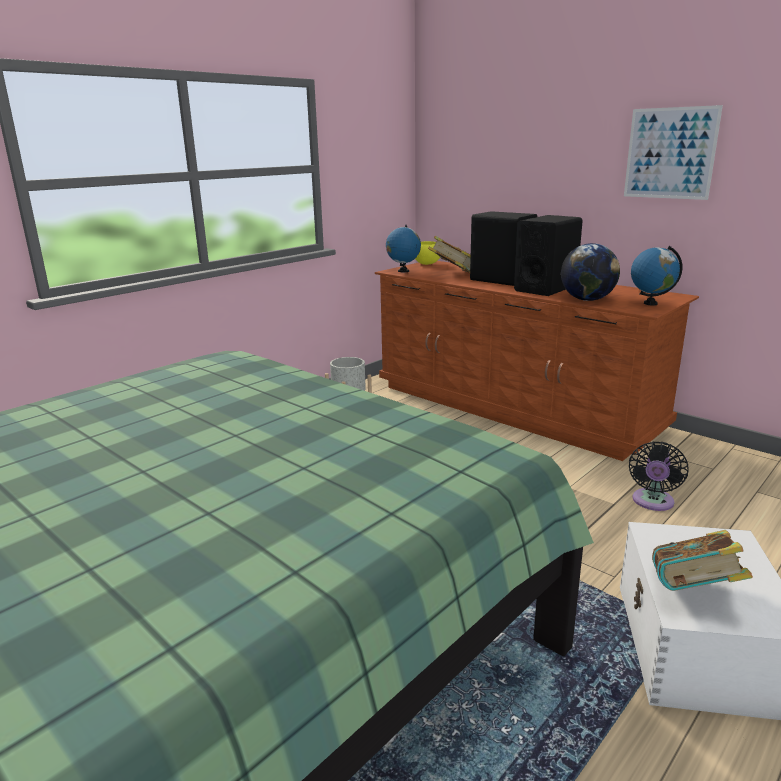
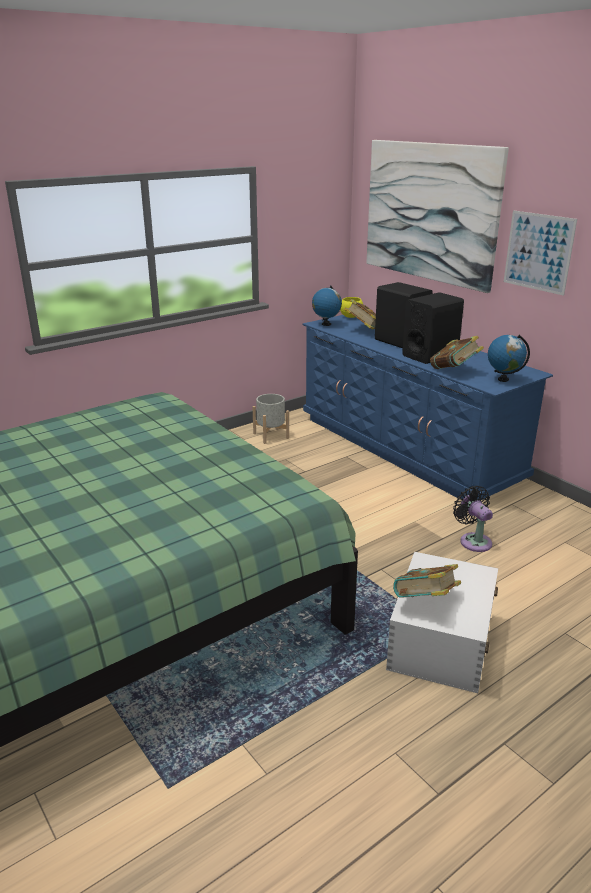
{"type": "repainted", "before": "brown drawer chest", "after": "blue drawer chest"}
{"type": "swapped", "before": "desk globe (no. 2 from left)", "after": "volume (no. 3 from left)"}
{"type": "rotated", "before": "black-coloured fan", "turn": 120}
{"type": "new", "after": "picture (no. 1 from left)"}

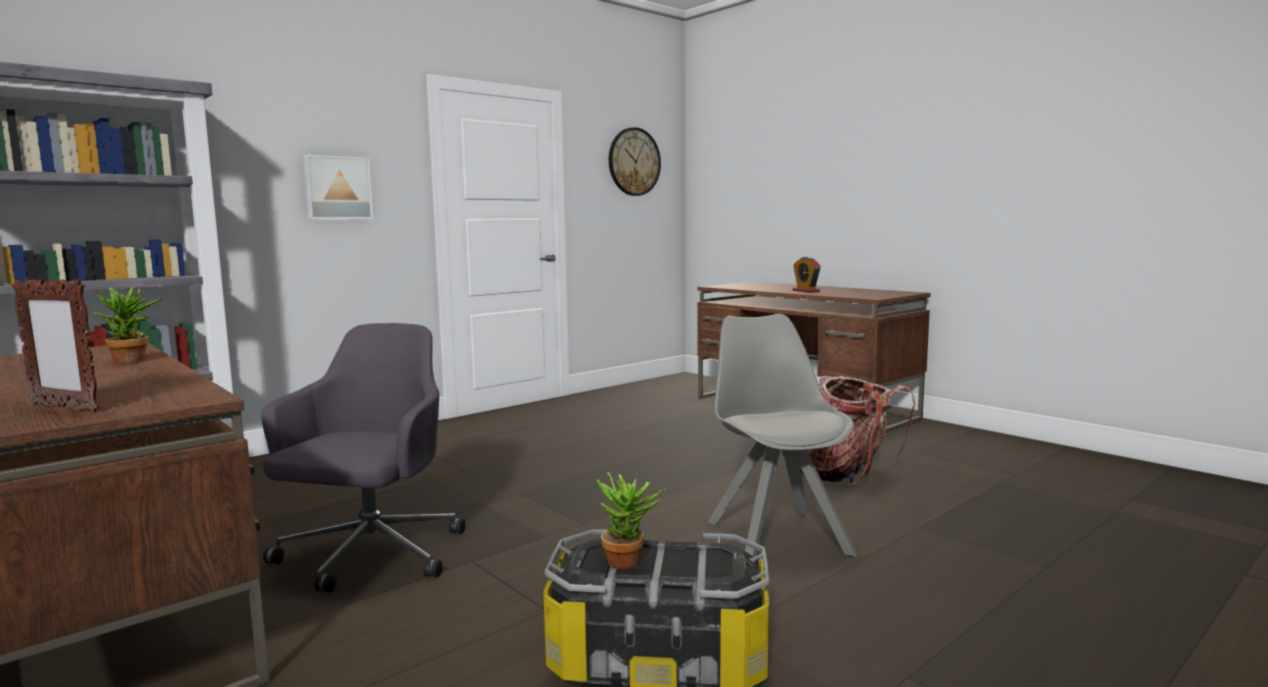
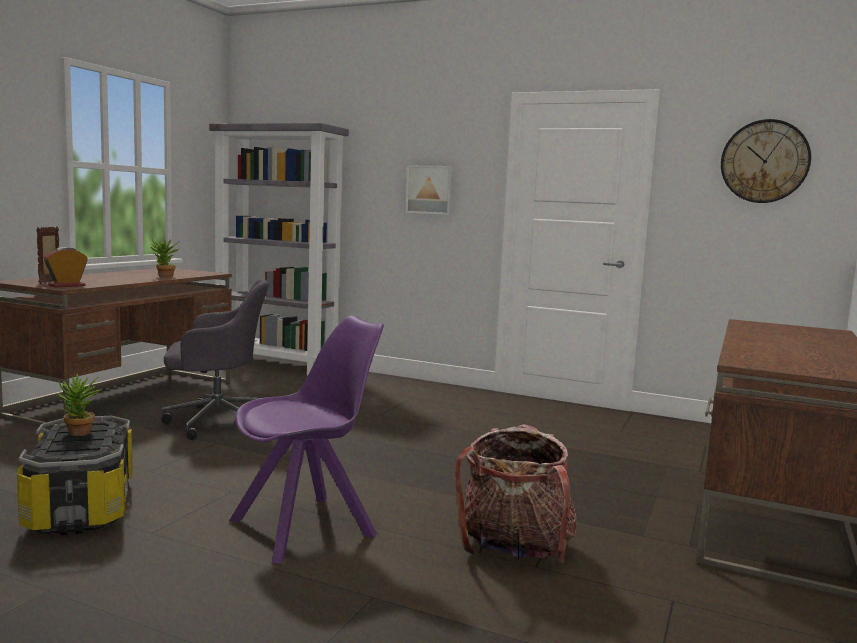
{"type": "repainted", "before": "greyish upright chair", "after": "purplish upright chair"}
{"type": "shifted", "before": "alarm clock"}

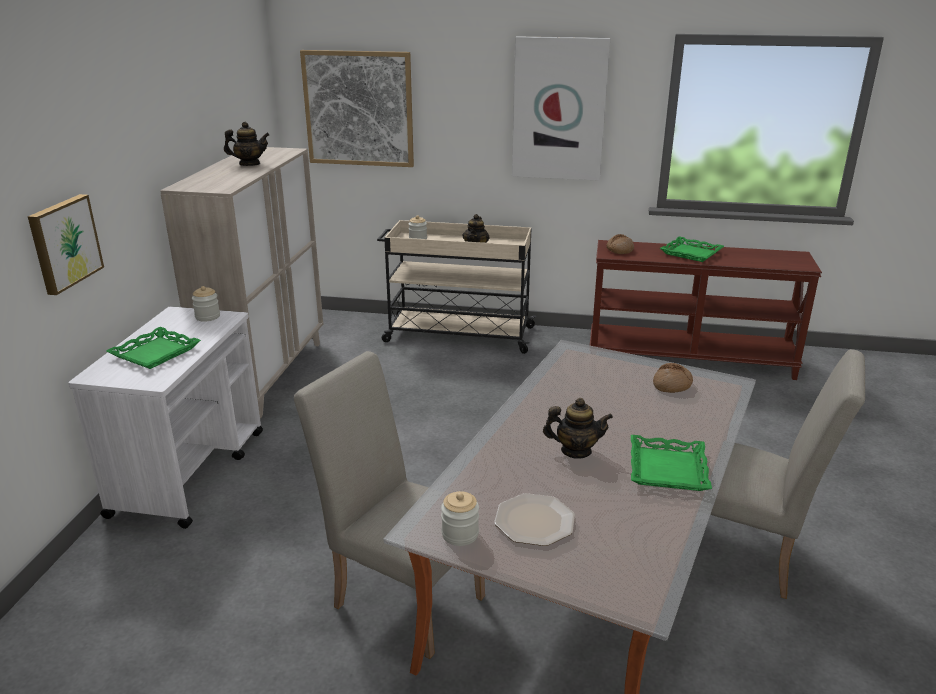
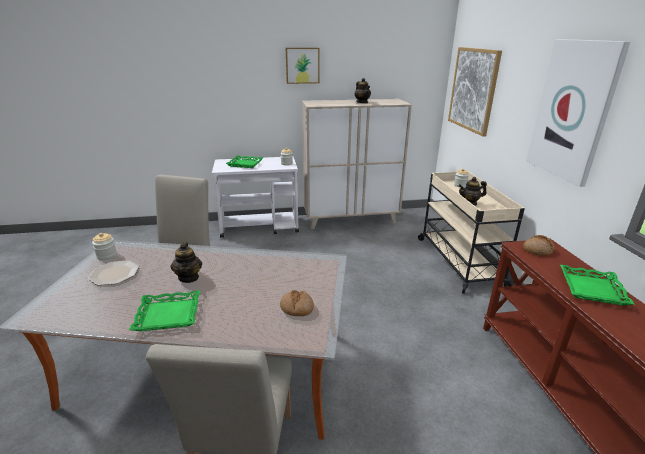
{"type": "shifted", "before": "picture (no. 1 from left)"}

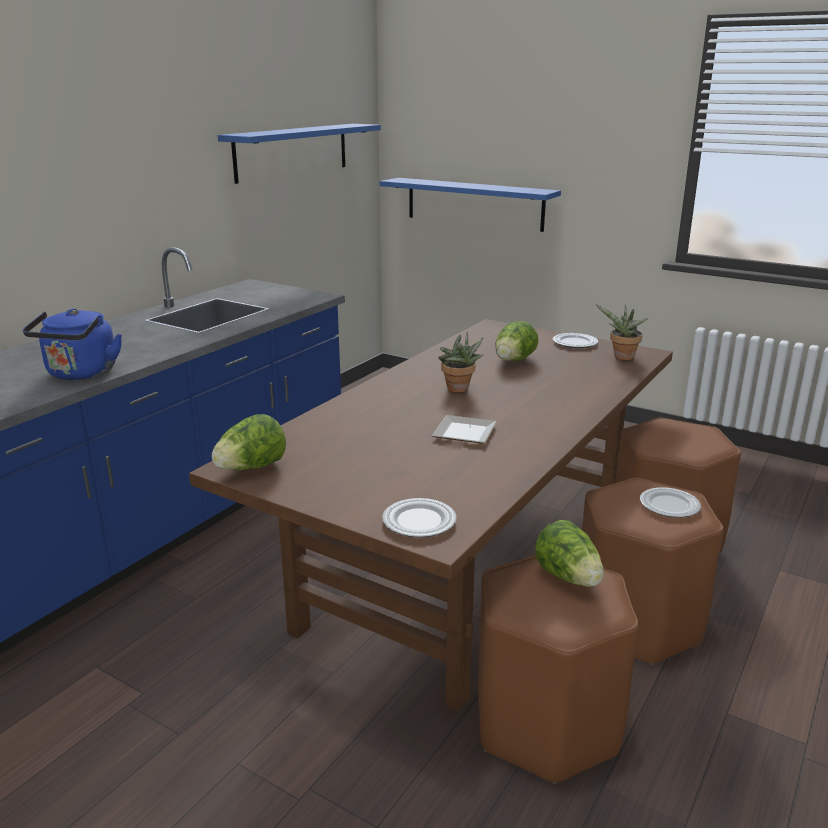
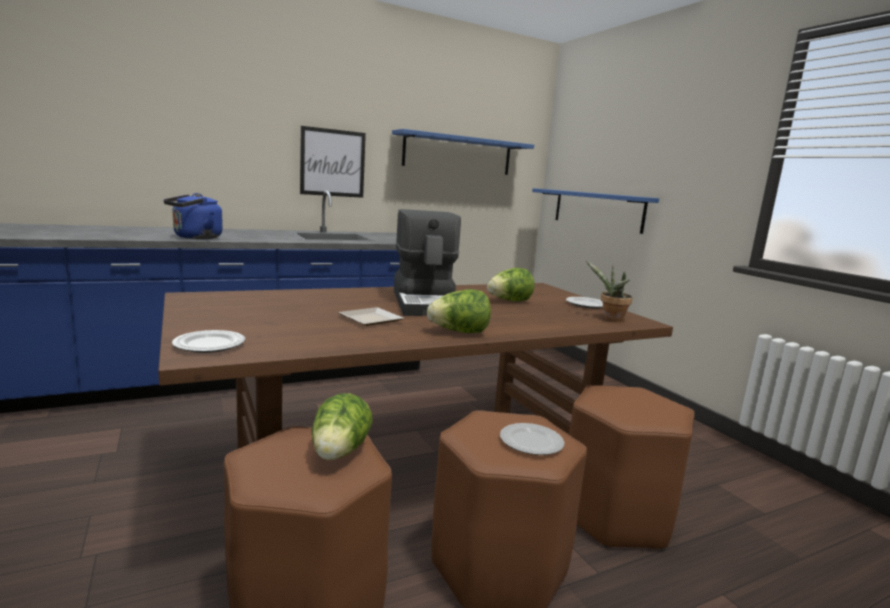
{"type": "shifted", "before": "lettuce head (no. 1 from left in the first image)", "after": "lettuce head (no. 2 from left)"}
{"type": "swapped", "before": "plant in a pot (no. 1 from left)", "after": "coffee maker"}
{"type": "new", "after": "picture"}

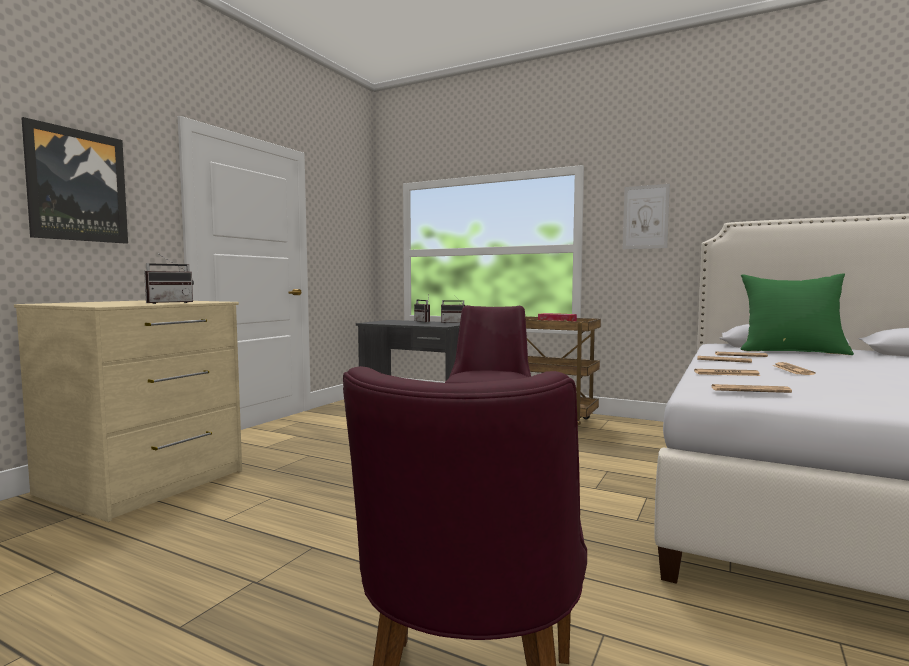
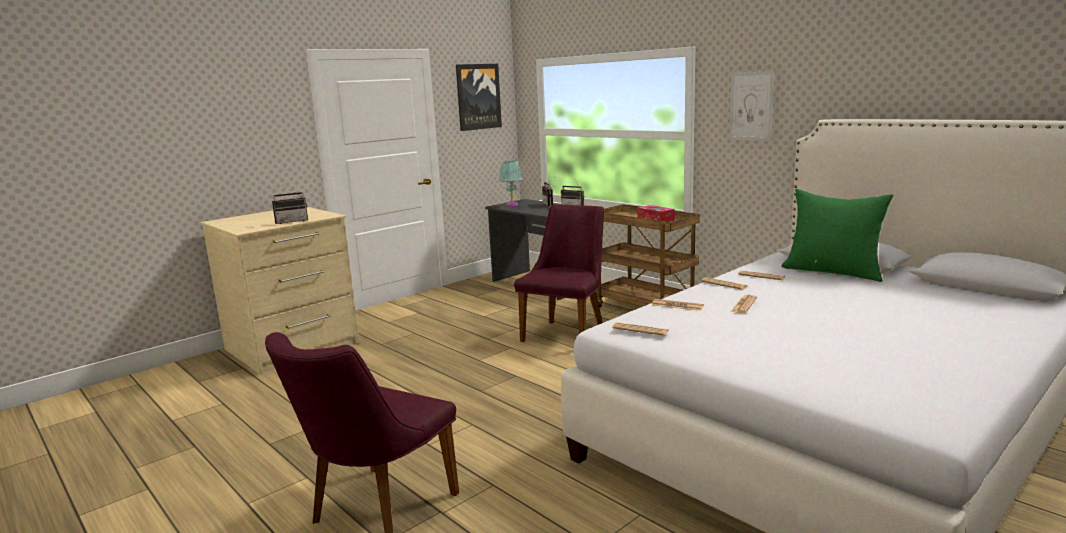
{"type": "shifted", "before": "picture (no. 1 from left)"}
{"type": "new", "after": "blue-green lamp for a table"}

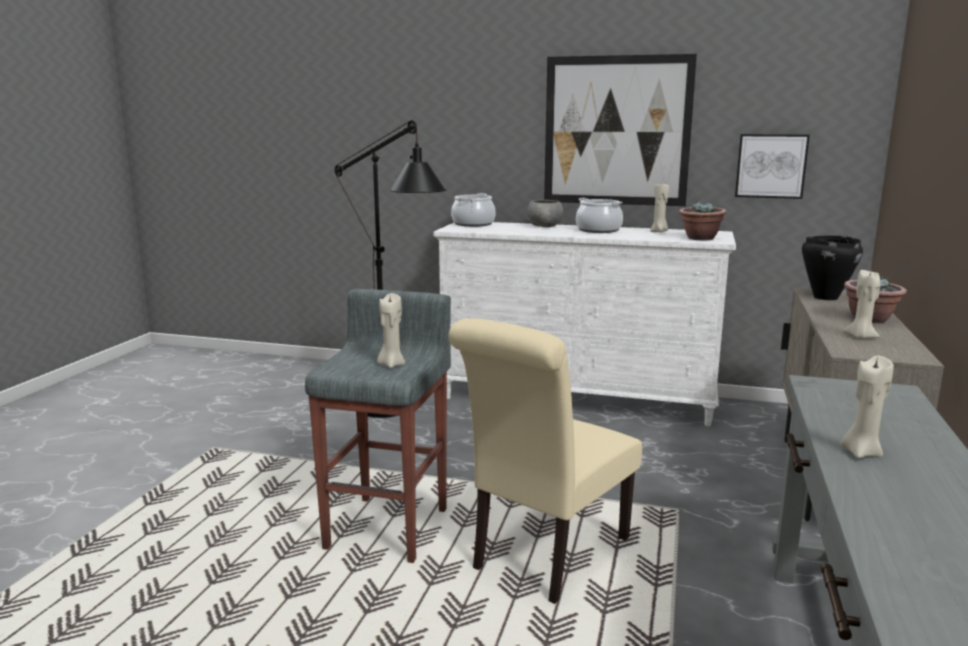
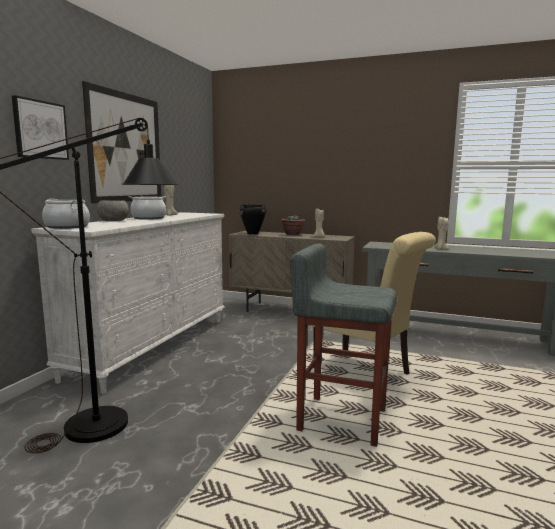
{"type": "gone", "before": "beige-coloured candle (no. 1 from left)"}
{"type": "gone", "before": "plant in a pot (no. 1 from left)"}
{"type": "shifted", "before": "picture (no. 2 from left in the first image)", "after": "picture (no. 1 from left)"}

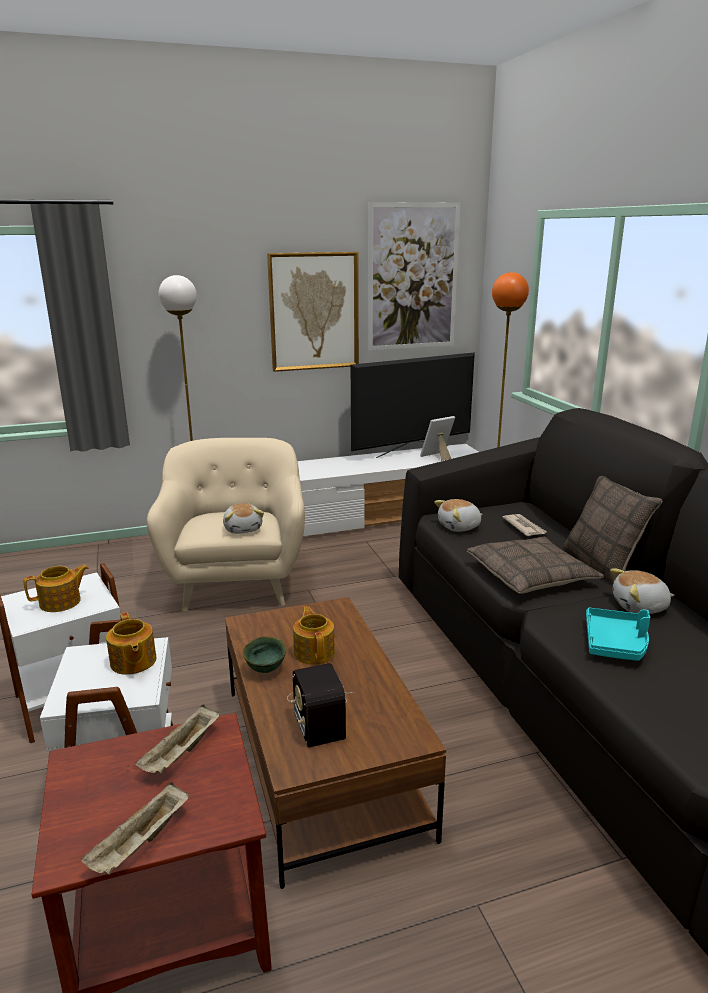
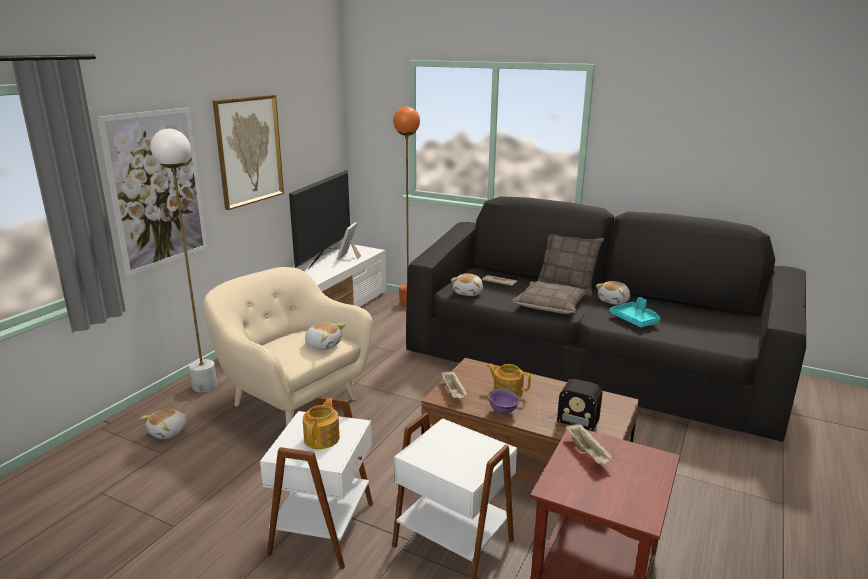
{"type": "shifted", "before": "beige-coloured serving tray (no. 1 from left)"}
{"type": "gone", "before": "tea pot (no. 2 from left)"}
{"type": "repainted", "before": "green serving bowl", "after": "purplish serving bowl"}
{"type": "shifted", "before": "picture (no. 2 from left in the first image)", "after": "picture (no. 1 from left)"}
{"type": "new", "after": "soft toy (no. 1 from left)"}

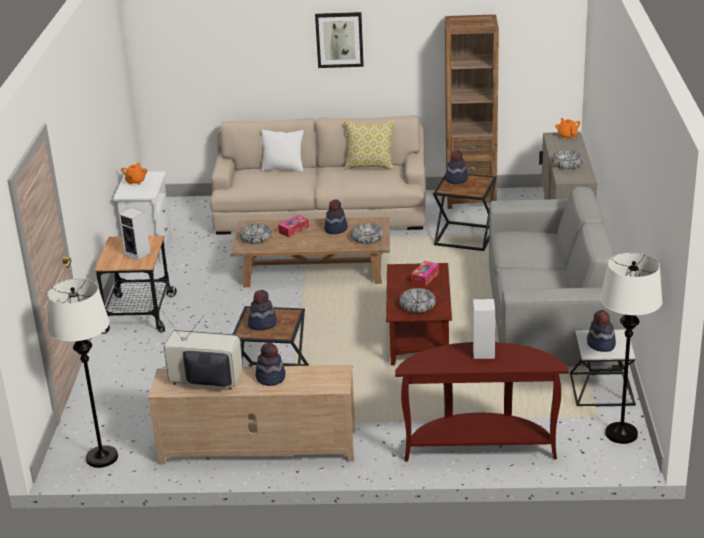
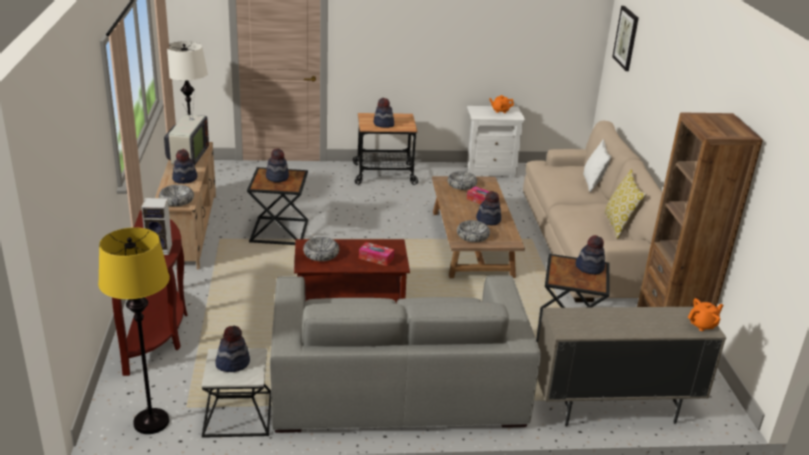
{"type": "swapped", "before": "audio speaker (no. 1 from left)", "after": "wearable hat (no. 4 from left)"}
{"type": "shifted", "before": "picture"}
{"type": "shifted", "before": "serving bowl (no. 4 from left in the first image)", "after": "serving bowl (no. 1 from left)"}
{"type": "repainted", "before": "white floor lamp (no. 2 from left)", "after": "yellowish floor lamp"}

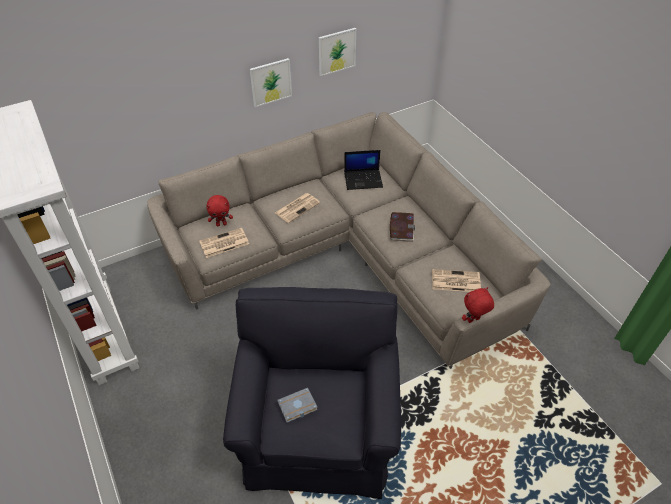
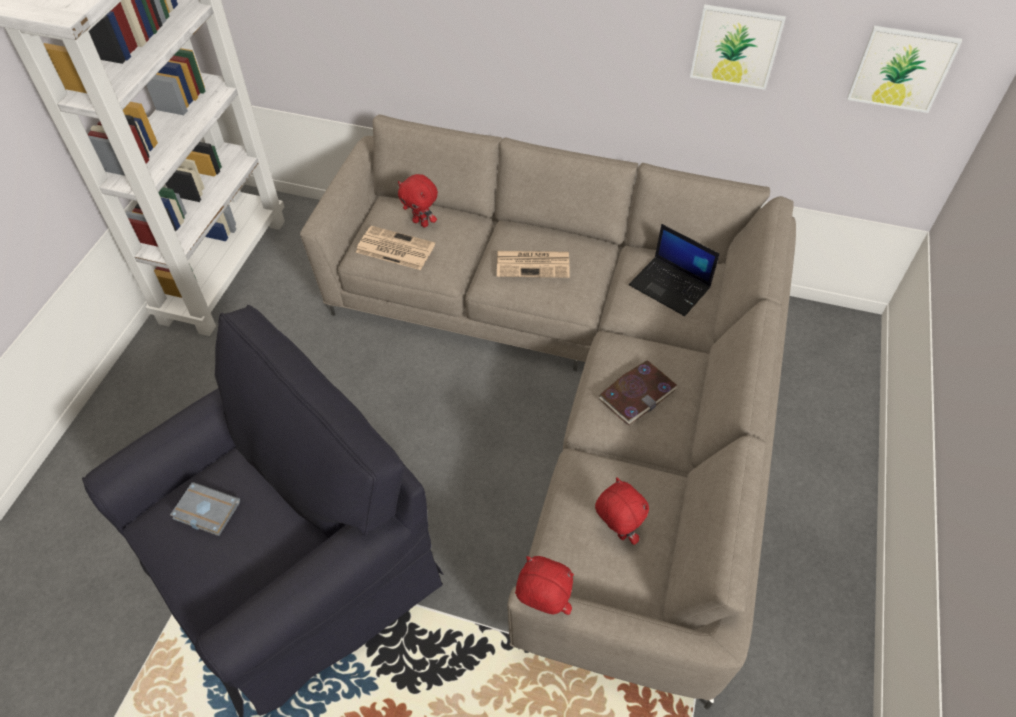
{"type": "shifted", "before": "picture (no. 1 from left in the first image)", "after": "picture (no. 2 from left)"}
{"type": "swapped", "before": "newspaper (no. 3 from left)", "after": "red-coloured soft toy (no. 3 from left)"}

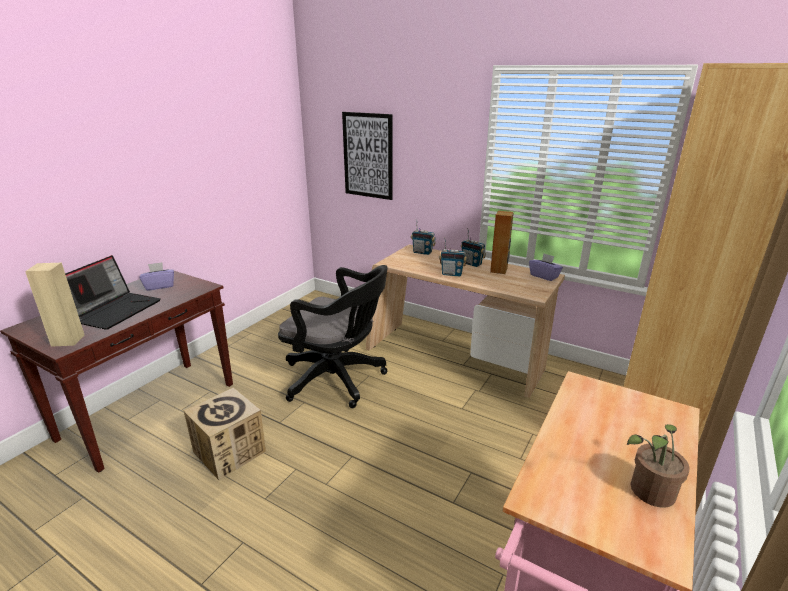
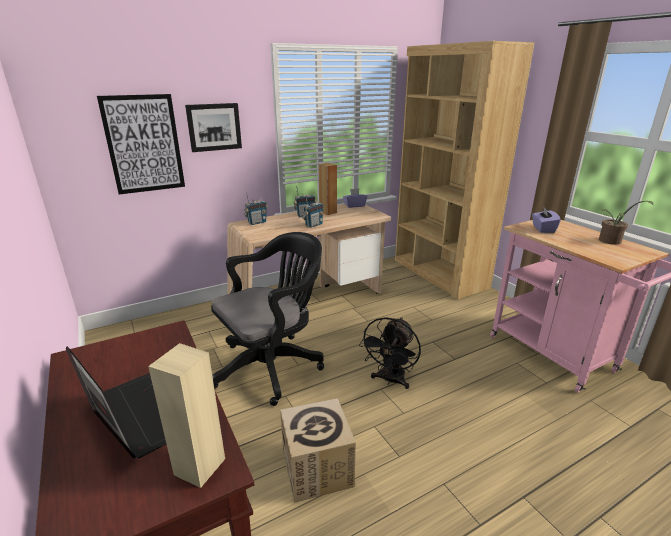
{"type": "shifted", "before": "purplish tissue holder (no. 1 from left in the first image)", "after": "purplish tissue holder (no. 2 from left)"}
{"type": "new", "after": "picture (no. 2 from left)"}
{"type": "new", "after": "black-coloured fan"}

